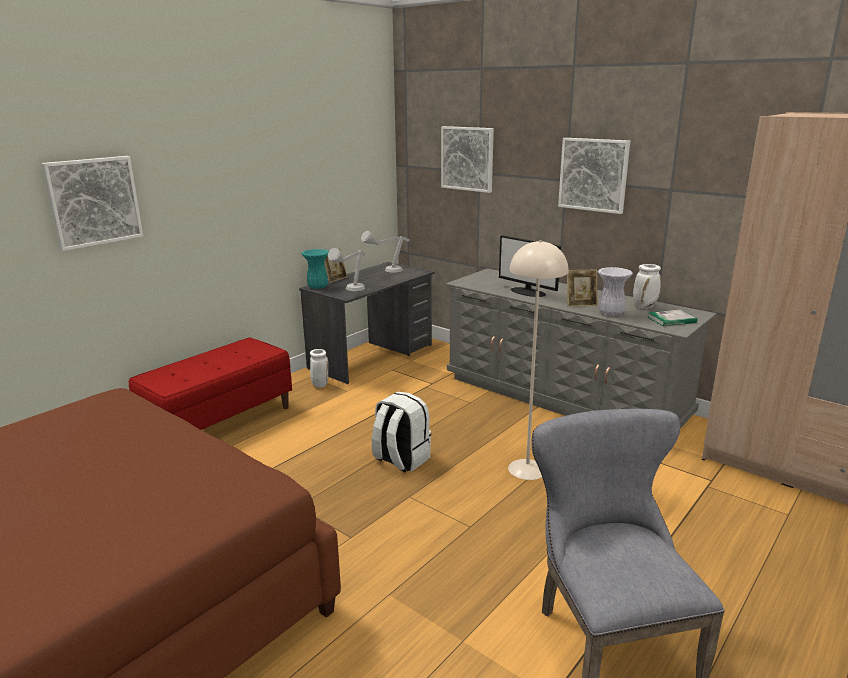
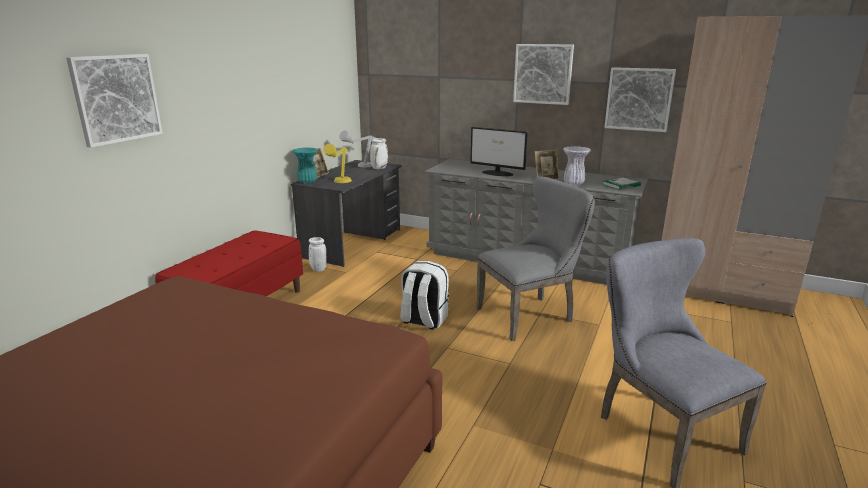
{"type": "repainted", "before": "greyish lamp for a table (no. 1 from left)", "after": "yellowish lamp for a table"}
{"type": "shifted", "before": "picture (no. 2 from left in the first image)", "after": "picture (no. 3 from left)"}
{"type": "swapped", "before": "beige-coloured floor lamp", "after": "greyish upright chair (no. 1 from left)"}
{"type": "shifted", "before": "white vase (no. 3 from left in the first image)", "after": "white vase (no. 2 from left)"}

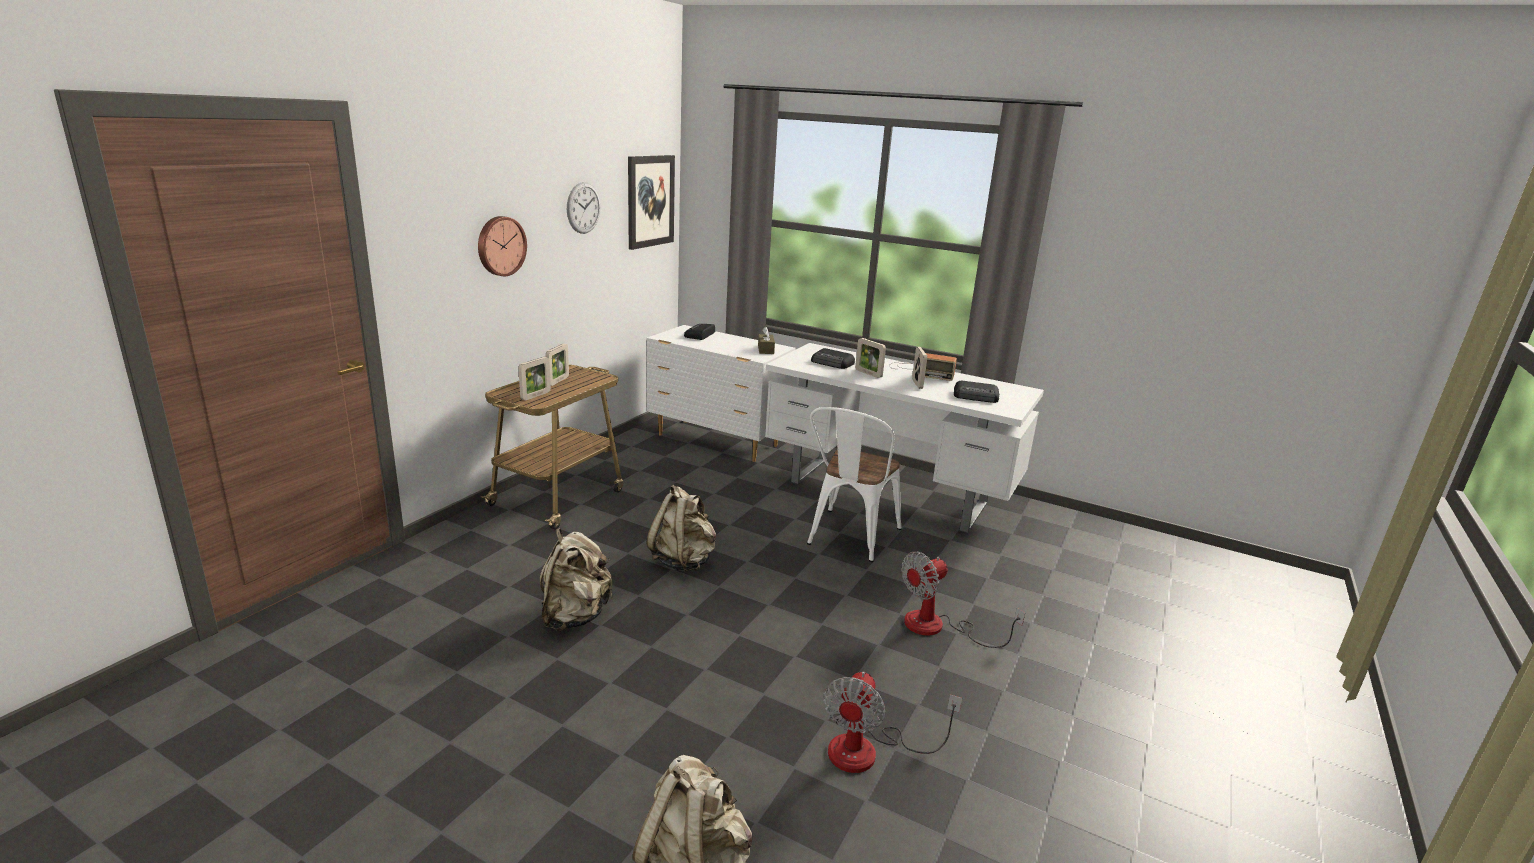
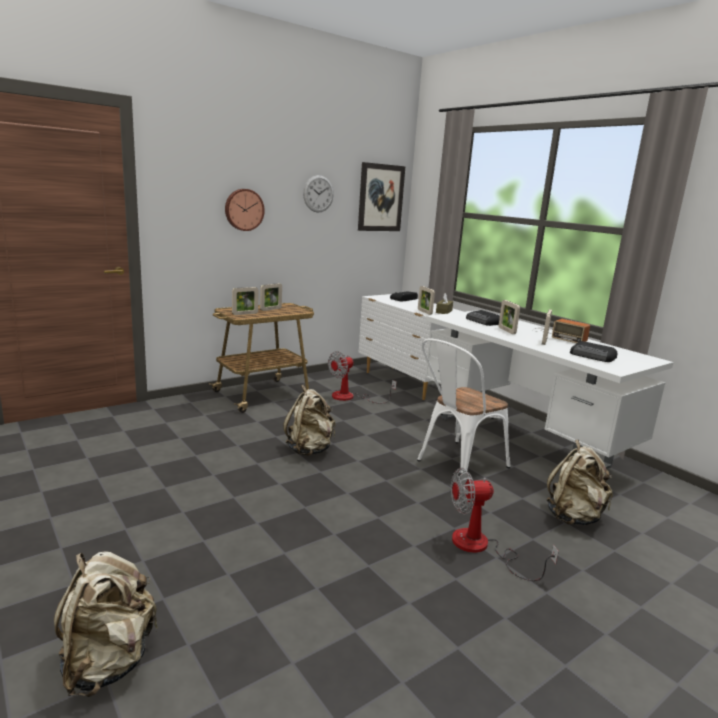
{"type": "shifted", "before": "beige-coloured backpack (no. 1 from left in the first image)", "after": "beige-coloured backpack (no. 3 from left)"}
{"type": "shifted", "before": "fan (no. 1 from left)"}
{"type": "new", "after": "standing frame (no. 3 from left)"}

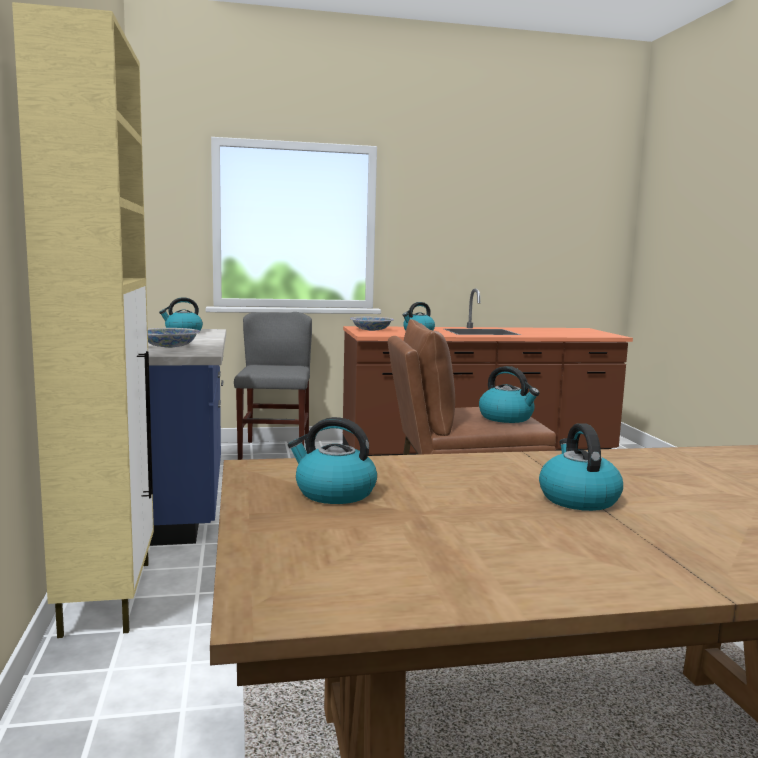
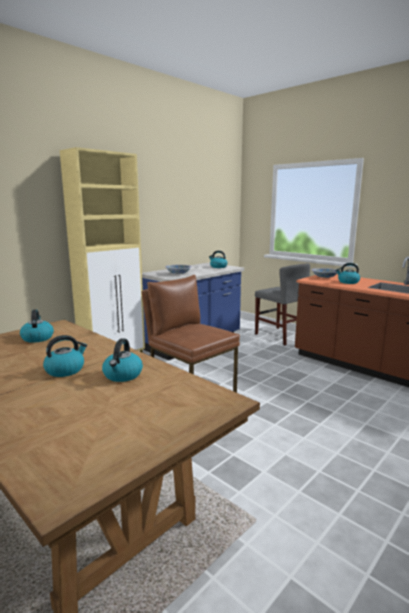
{"type": "rotated", "before": "greyish upright chair", "turn": 90}
{"type": "shifted", "before": "tea kettle (no. 4 from left in the first image)", "after": "tea kettle (no. 3 from left)"}

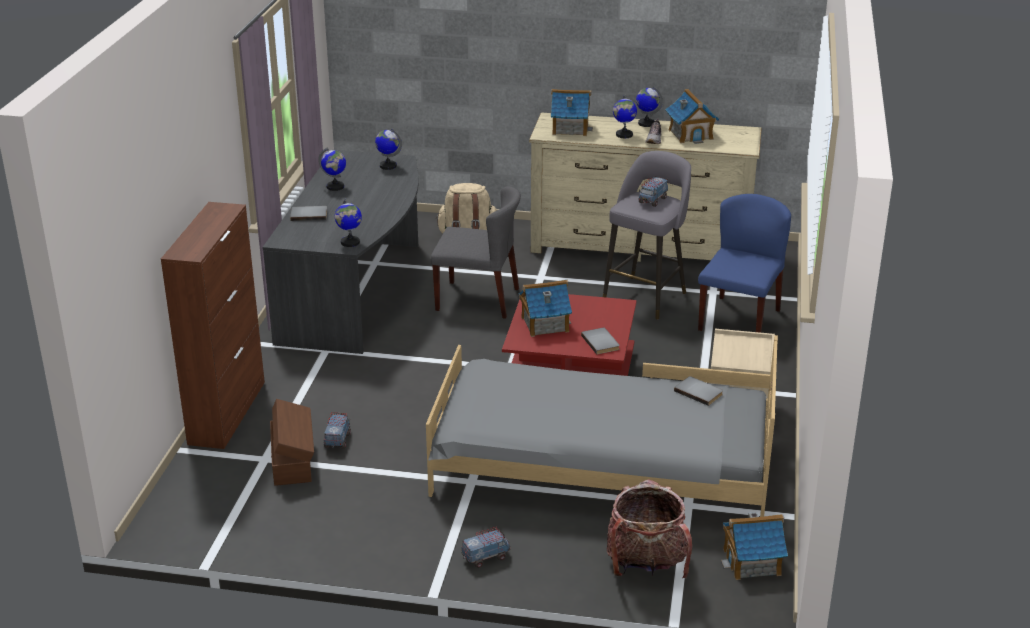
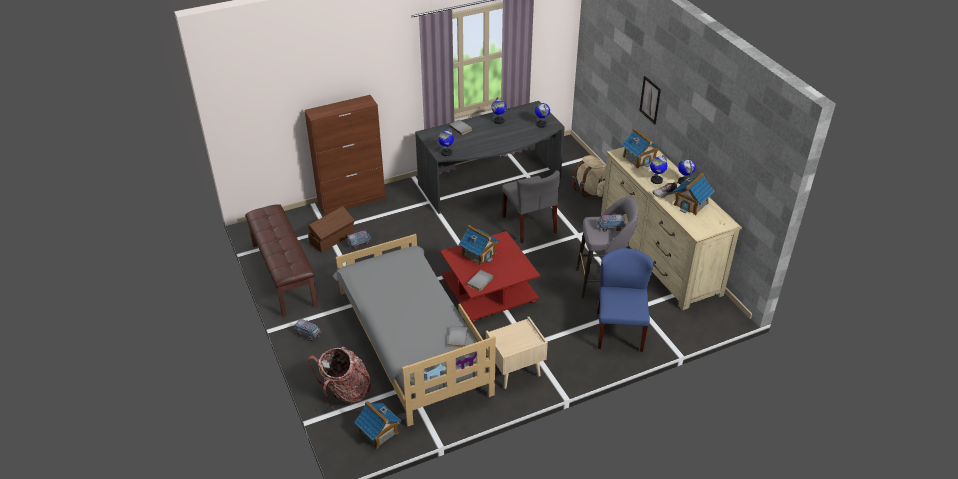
{"type": "rotated", "before": "blue upright chair", "turn": -75}
{"type": "new", "after": "brown long seat"}
{"type": "new", "after": "picture"}

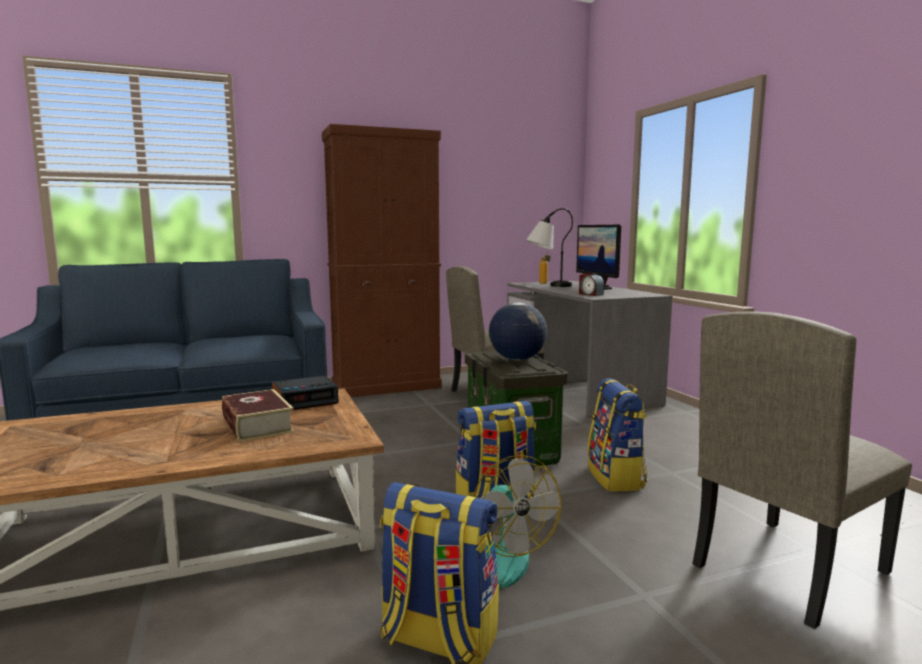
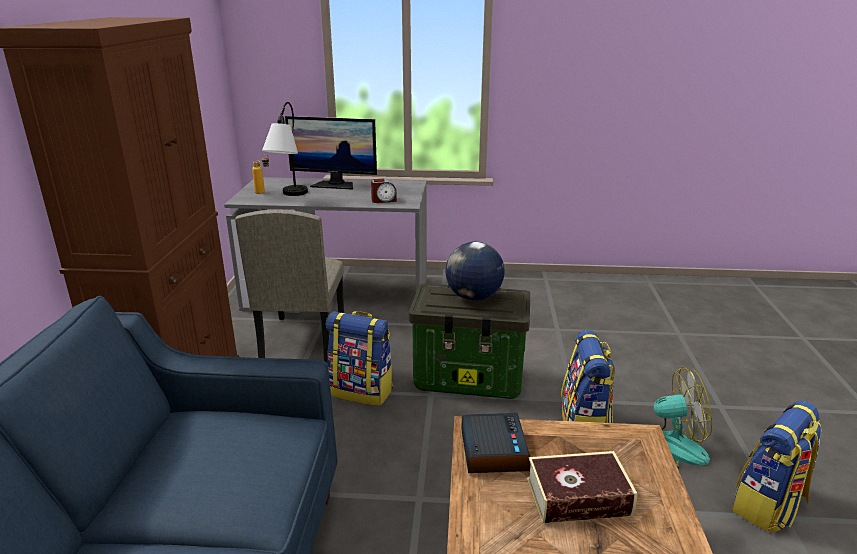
{"type": "shifted", "before": "backpack (no. 3 from left in the first image)", "after": "backpack (no. 1 from left)"}
{"type": "gone", "before": "beige-coloured upright chair (no. 2 from left)"}

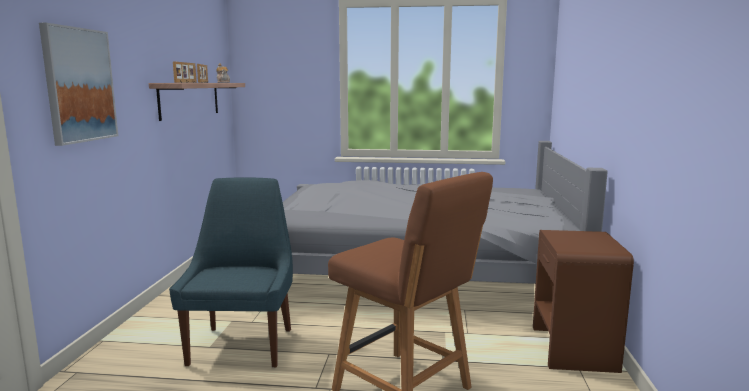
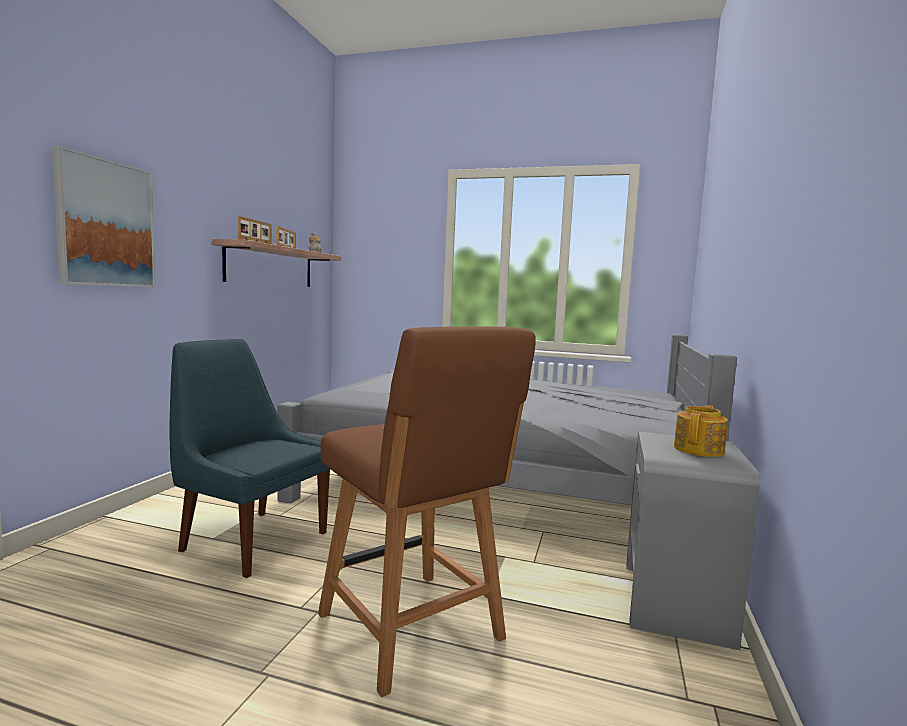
{"type": "rotated", "before": "blue upright chair", "turn": -75}
{"type": "repainted", "before": "brown nightstand", "after": "greyish nightstand"}
{"type": "new", "after": "tea pot (no. 2 from left)"}

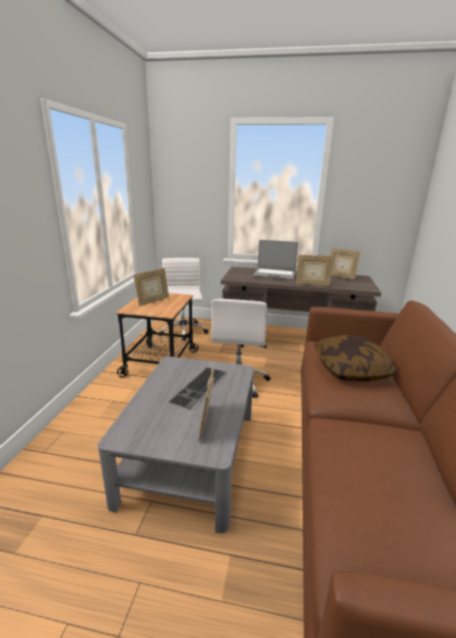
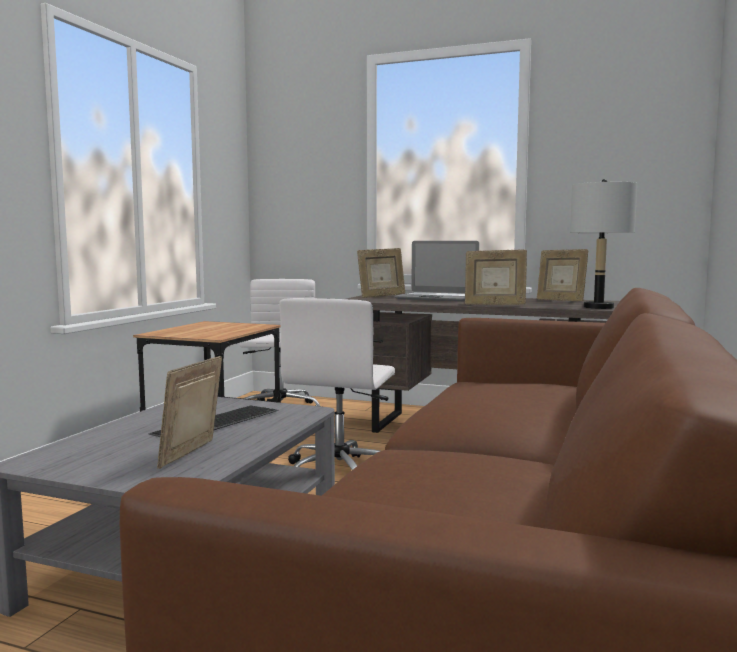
{"type": "shifted", "before": "standing frame (no. 1 from left in the first image)", "after": "standing frame (no. 2 from left)"}
{"type": "gone", "before": "cushion"}
{"type": "new", "after": "greyish lamp for a table"}

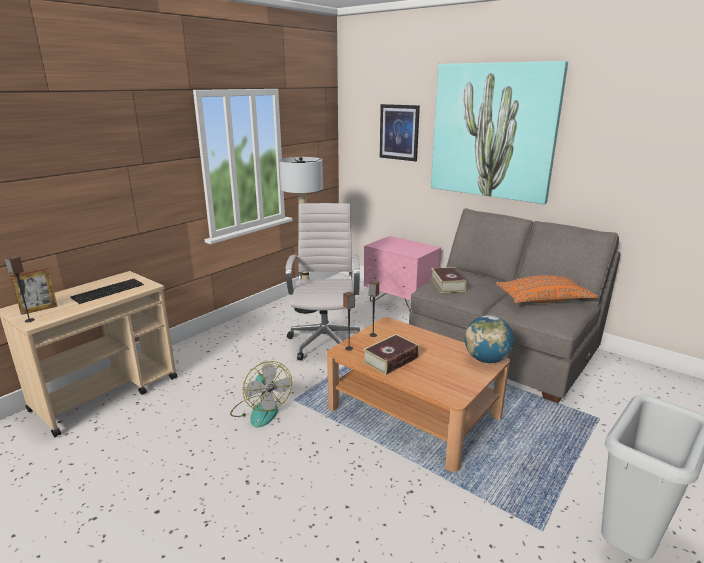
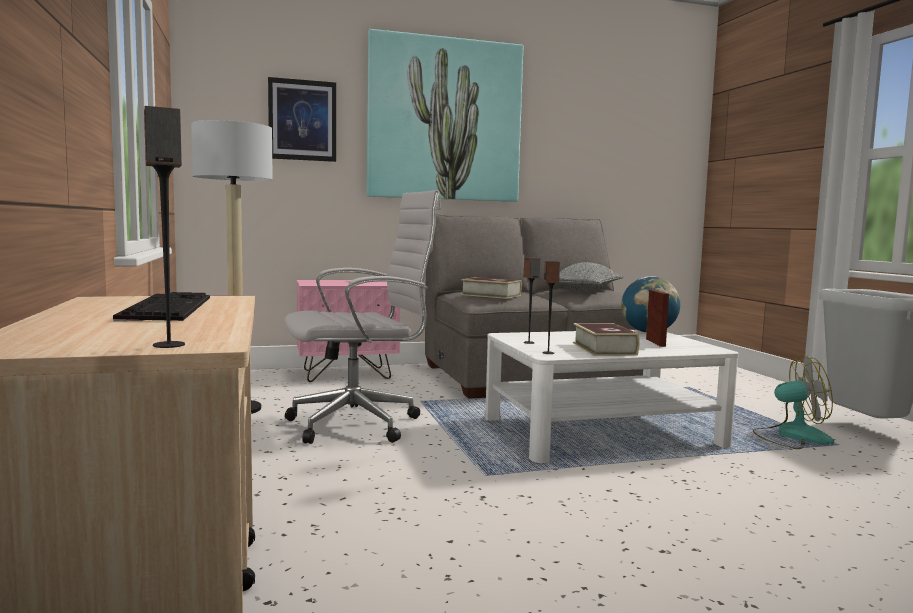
{"type": "shifted", "before": "standing frame"}
{"type": "shifted", "before": "fan"}
{"type": "rotated", "before": "white computer chair", "turn": 120}
{"type": "repainted", "before": "brown lounge table", "after": "white lounge table"}
{"type": "repainted", "before": "orange-coloured cushion", "after": "greyish cushion"}

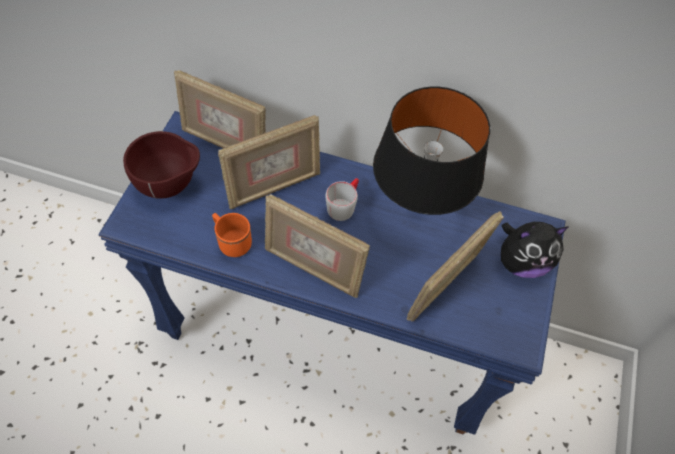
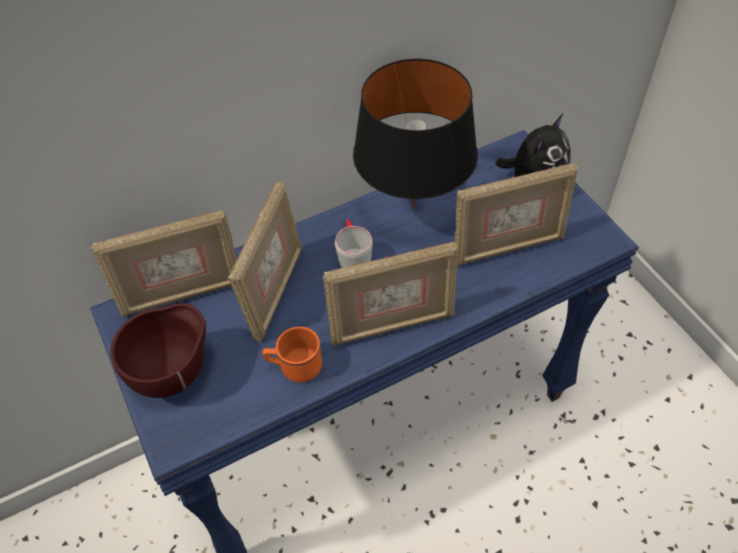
{"type": "rotated", "before": "standing frame (no. 4 from left)", "turn": -105}

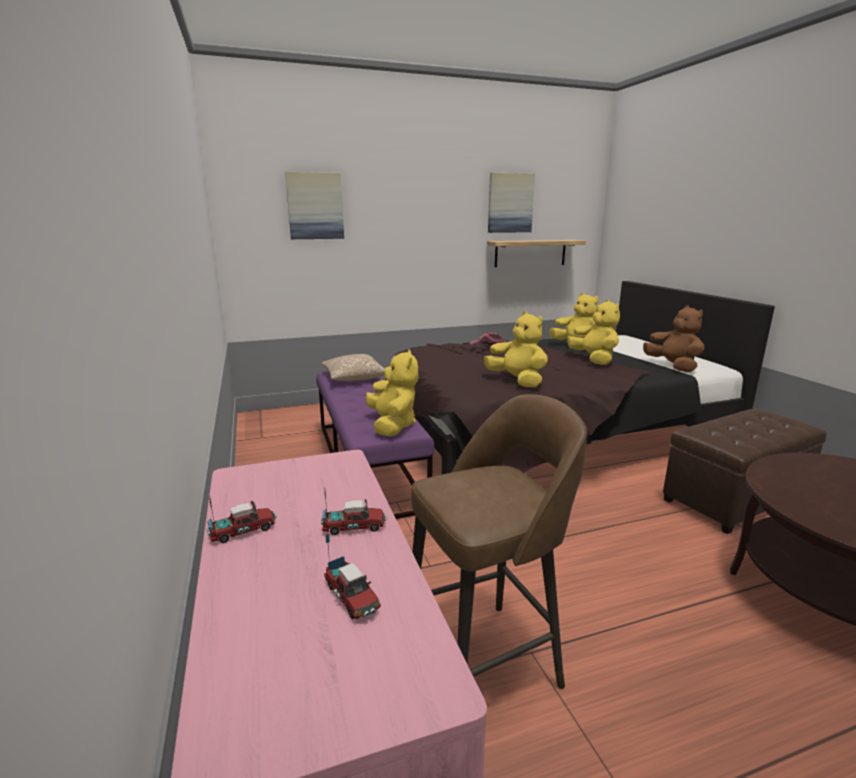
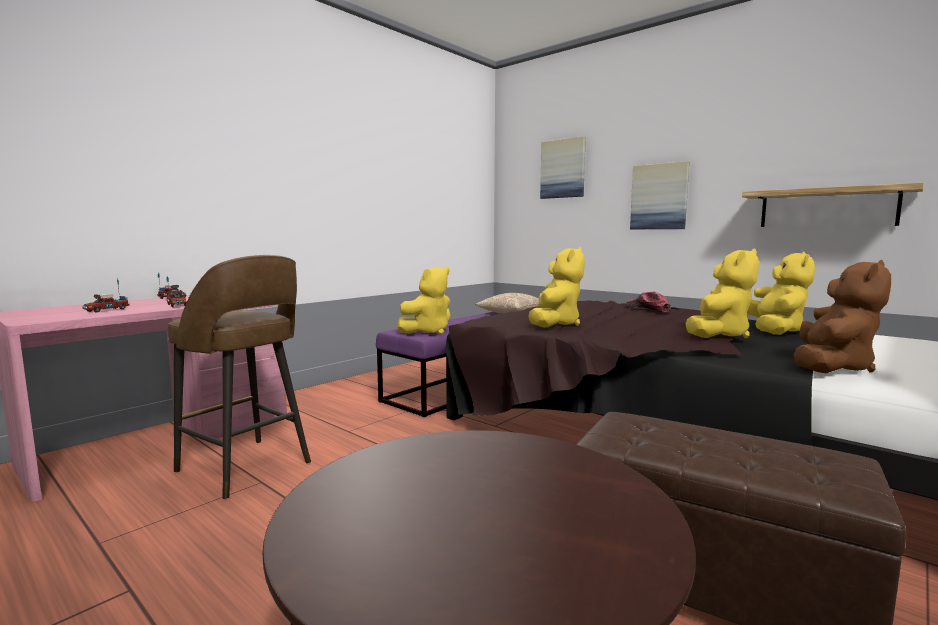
{"type": "shifted", "before": "picture (no. 2 from left)"}

